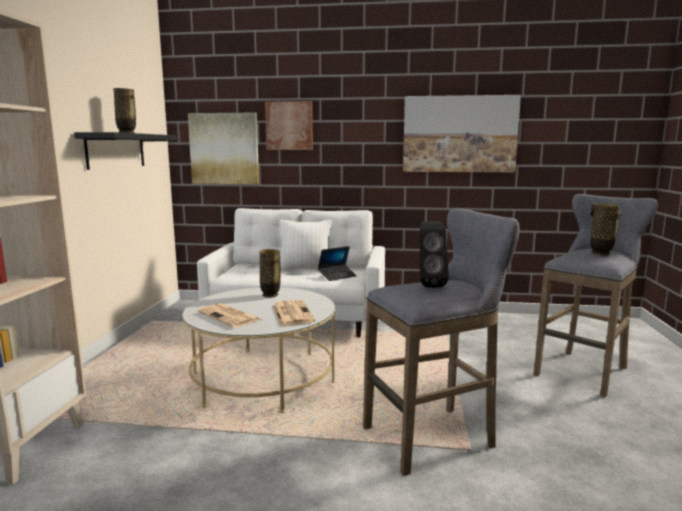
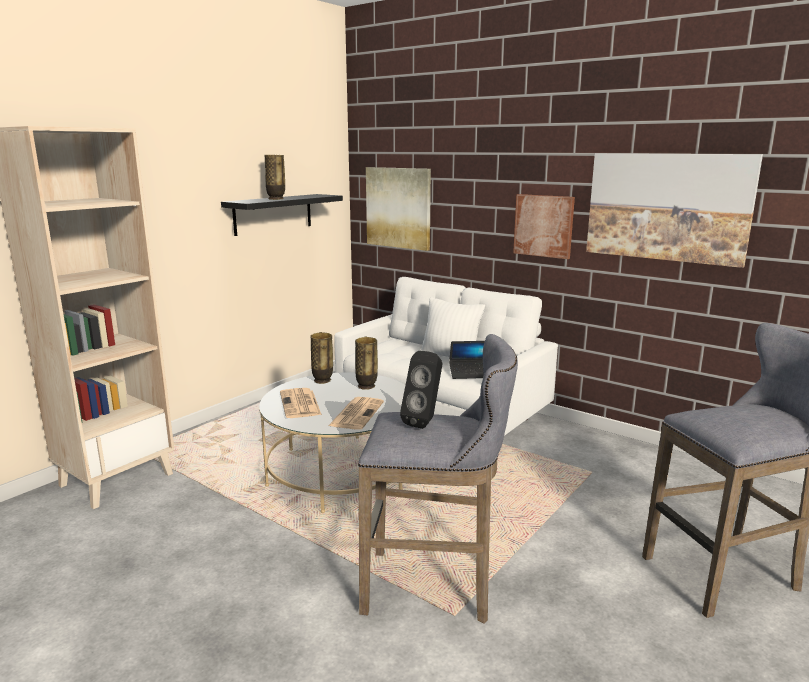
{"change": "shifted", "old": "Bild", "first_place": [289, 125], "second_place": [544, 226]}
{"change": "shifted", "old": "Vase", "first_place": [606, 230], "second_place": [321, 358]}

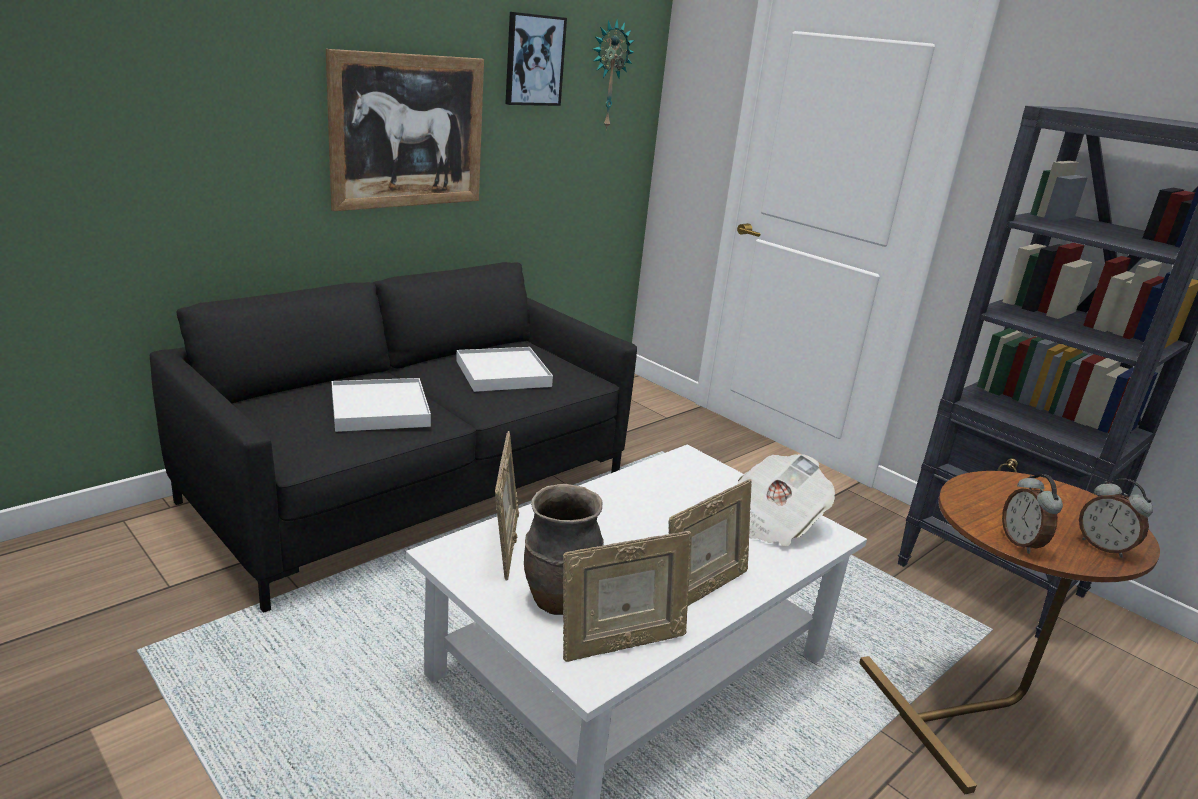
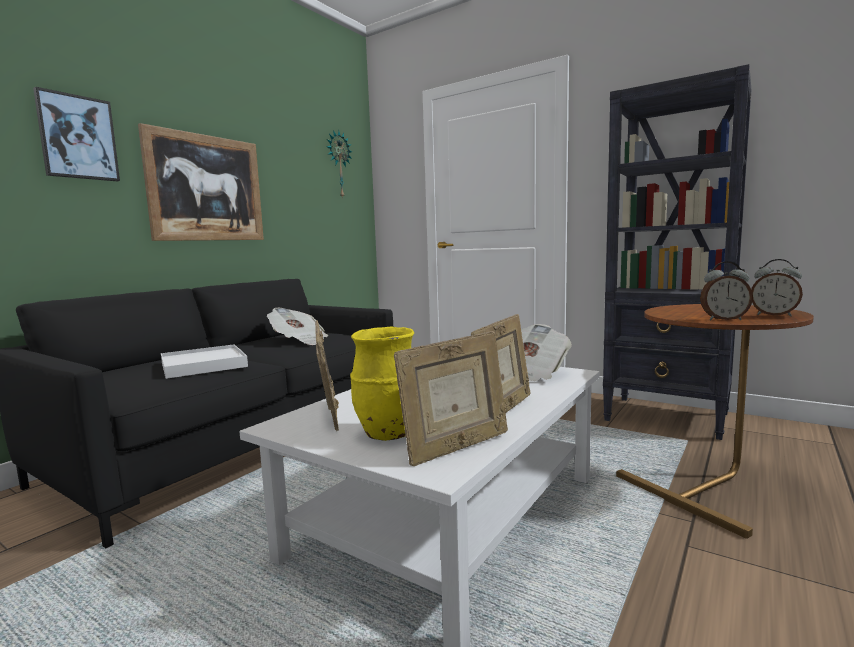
{"change": "shifted", "old": "Bild", "first_place": [536, 59], "second_place": [76, 134]}
{"change": "swapped", "old": "Tablett [weiß]", "new": "Zeitung", "first_place": [504, 369], "second_place": [297, 326]}
{"change": "repainted", "old": "Vase [braun]", "new": "Vase [gelb]", "first_place": [564, 549], "second_place": [382, 384]}
{"change": "rotated", "old": "Wecker", "first_place": [1032, 514], "second_place": [726, 290], "degrees": -60}

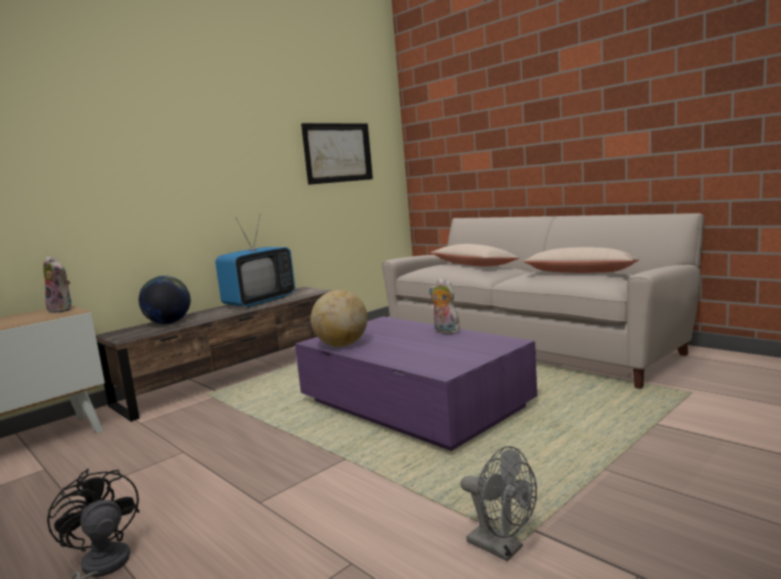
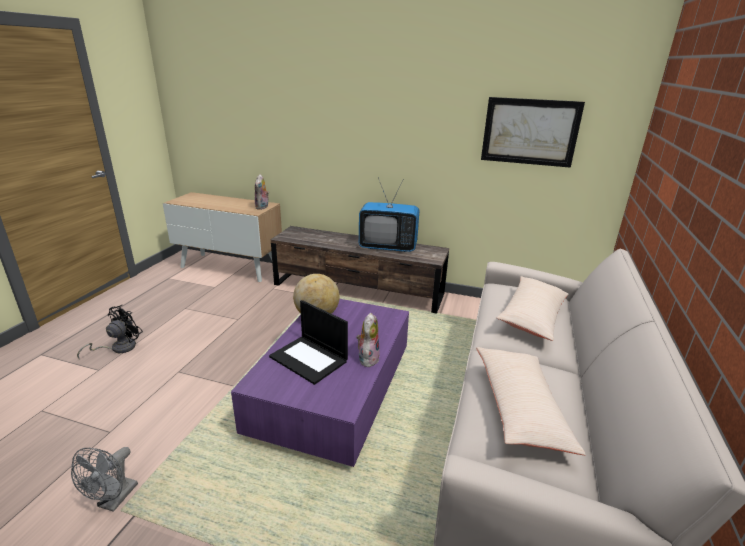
{"change": "gone", "old": "Globus", "first_place": [165, 300]}
{"change": "new", "new": "Laptop", "second_place": [308, 342]}

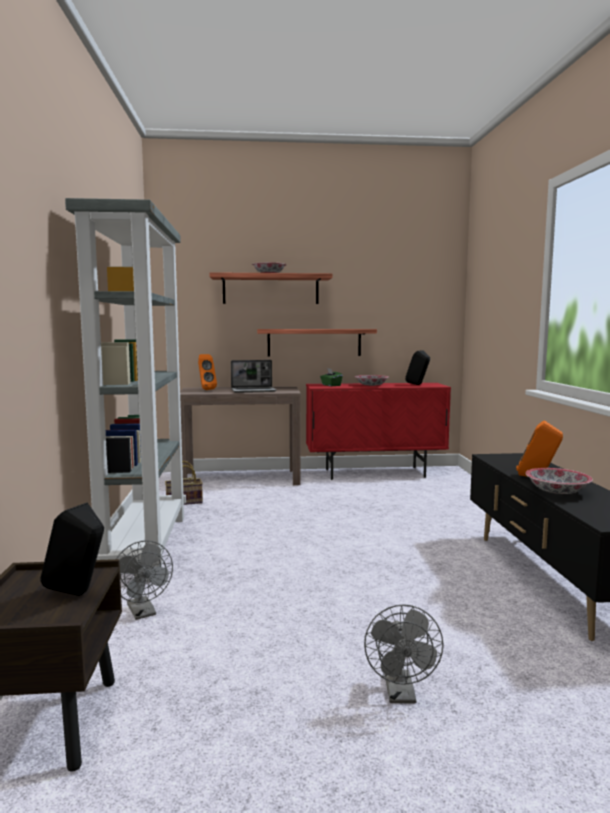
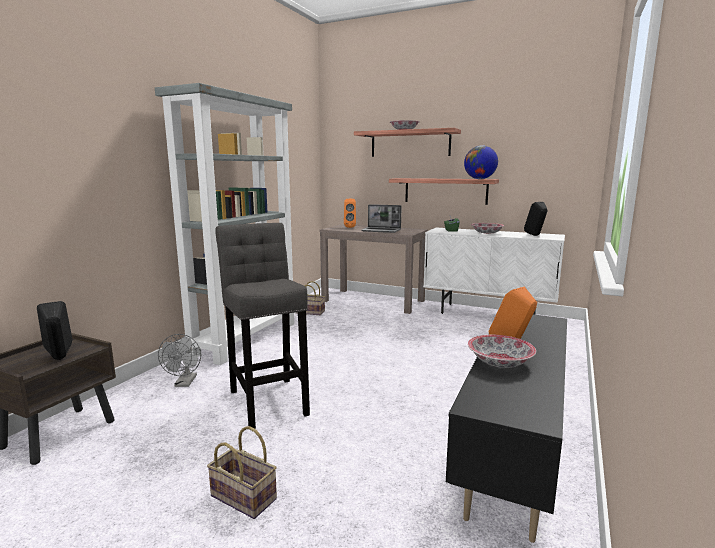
{"change": "new", "new": "Hocker [grau]", "second_place": [262, 326]}
{"change": "new", "new": "Globus", "second_place": [481, 162]}
{"change": "swapped", "old": "Ventilator [grau]", "new": "Korb", "first_place": [404, 654], "second_place": [242, 472]}
{"change": "repainted", "old": "Schrank [rot]", "new": "Schrank [weiß]", "first_place": [378, 431], "second_place": [494, 271]}

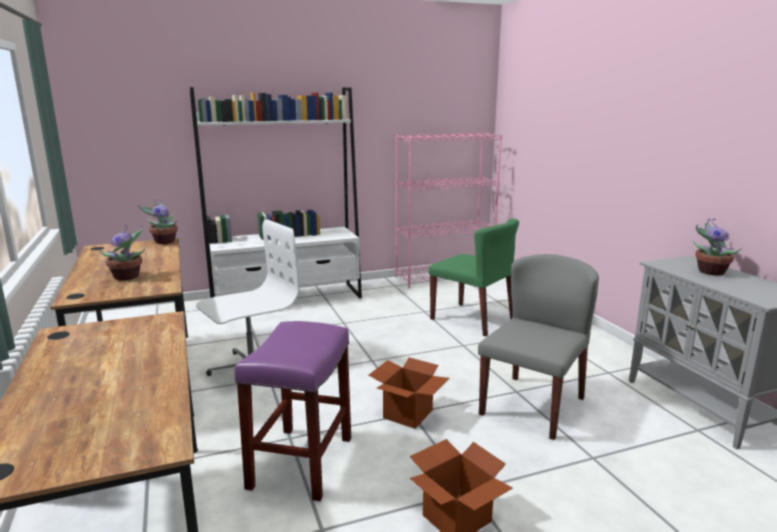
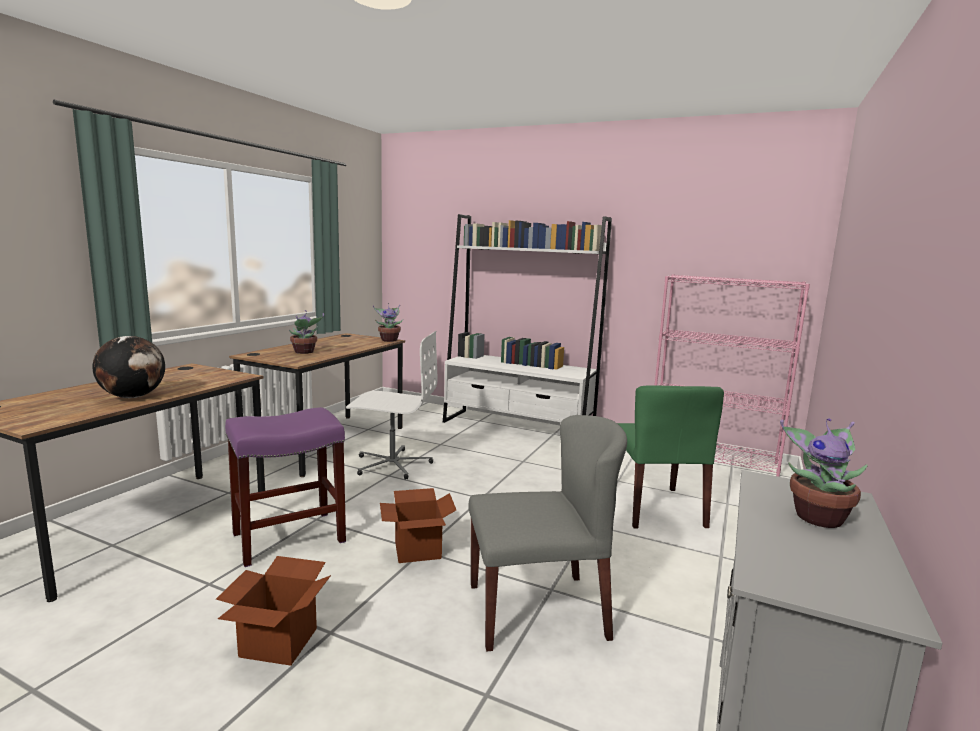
{"change": "new", "new": "Globus", "second_place": [128, 367]}

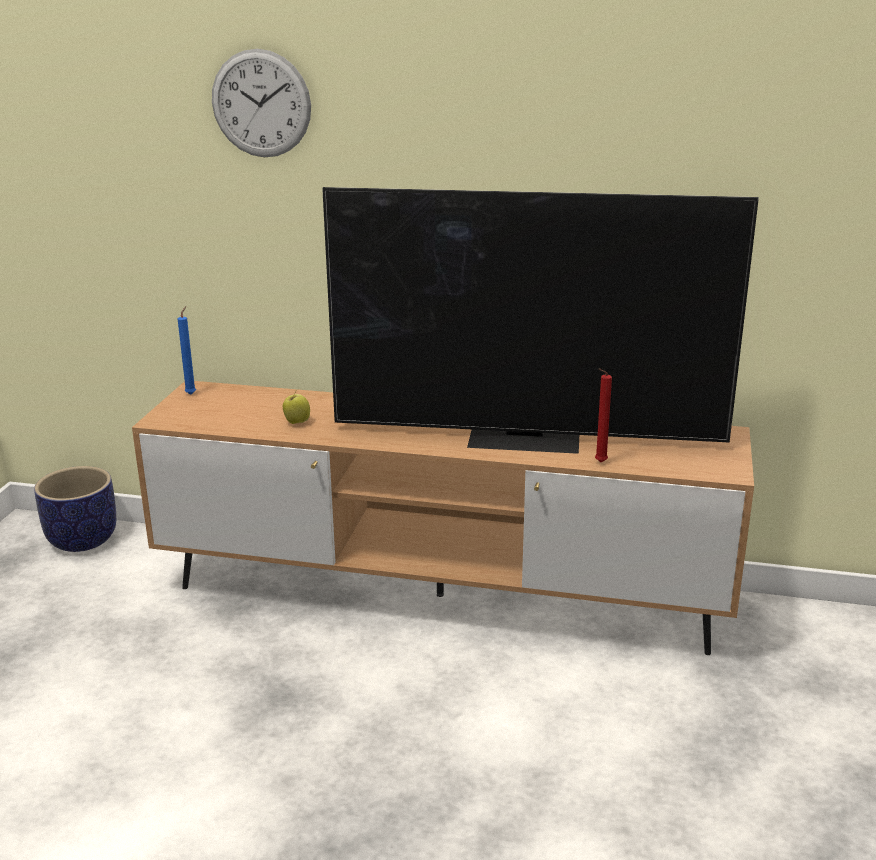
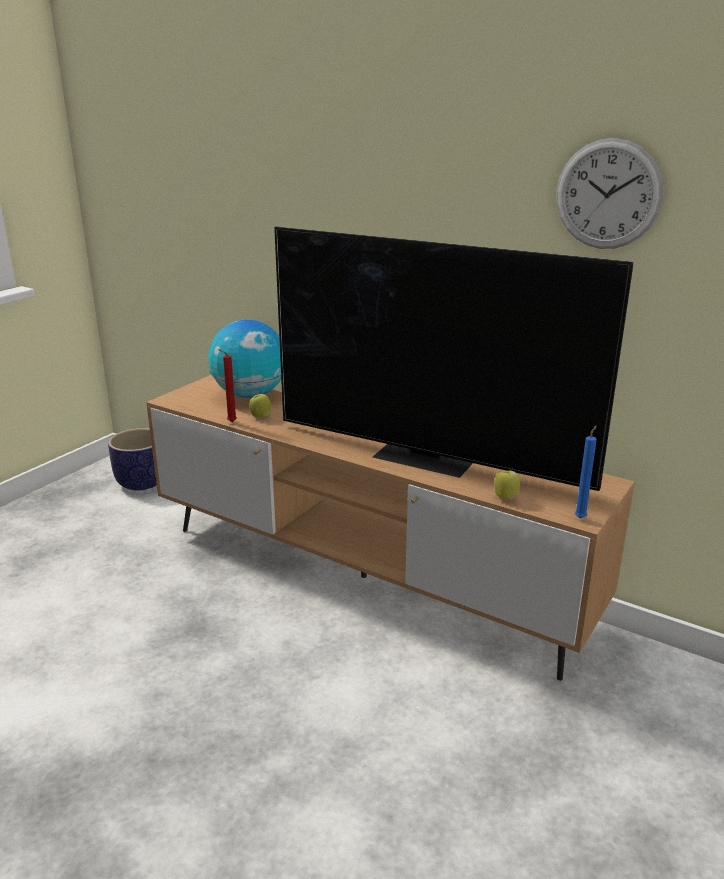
{"change": "new", "new": "Globus", "second_place": [244, 358]}
{"change": "new", "new": "Apfel", "second_place": [507, 485]}
{"change": "shifted", "old": "Kerze [blau]", "first_place": [187, 350], "second_place": [586, 472]}
{"change": "shifted", "old": "Wanduhr", "first_place": [261, 103], "second_place": [609, 193]}
{"change": "shifted", "old": "Kerze [rot]", "first_place": [603, 415], "second_place": [227, 385]}

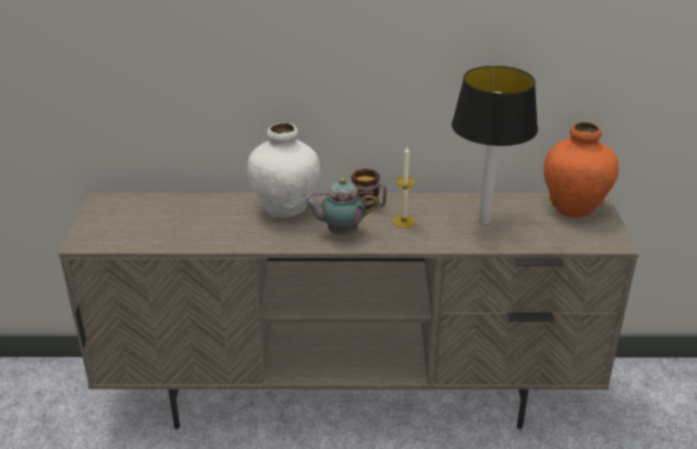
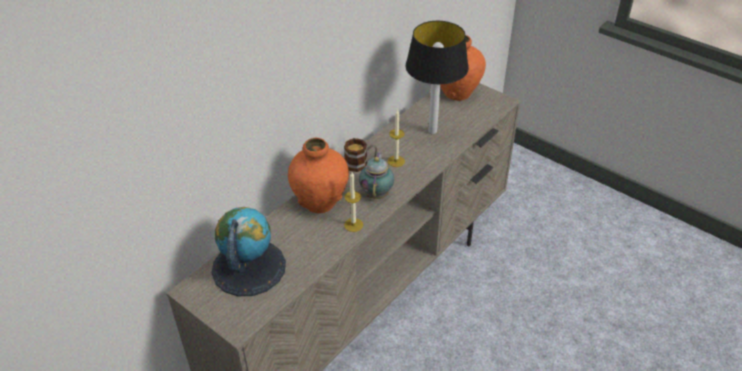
{"change": "new", "new": "Globus", "second_place": [249, 251]}
{"change": "new", "new": "Kerze", "second_place": [353, 202]}
{"change": "repainted", "old": "Vase [weiß]", "new": "Vase [orange]", "first_place": [283, 170], "second_place": [318, 175]}
{"change": "rotated", "old": "Teekanne", "first_place": [341, 206], "second_place": [376, 175], "degrees": 150}

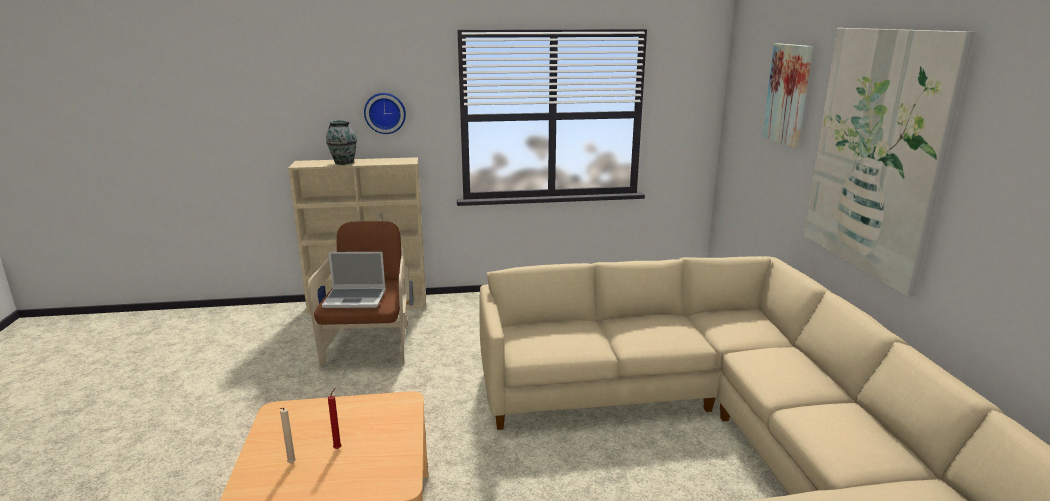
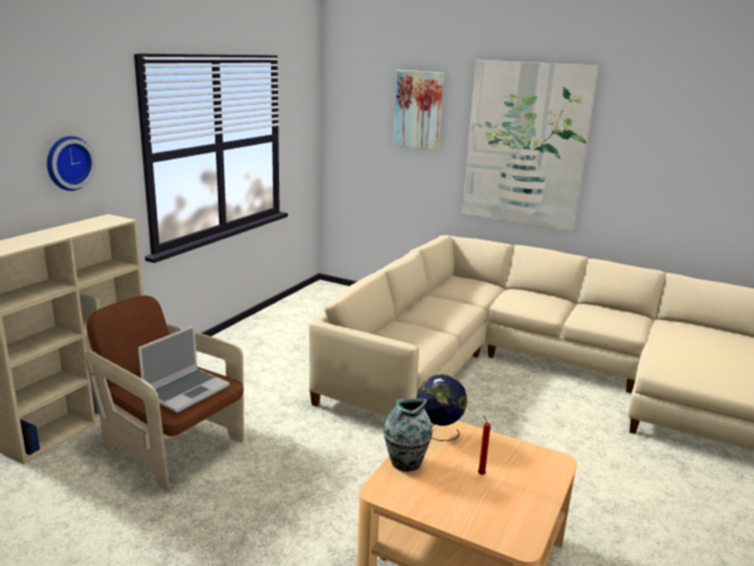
{"change": "gone", "old": "Kerze [beige]", "first_place": [288, 435]}
{"change": "new", "new": "Globus", "second_place": [441, 407]}
{"change": "shifted", "old": "Vase", "first_place": [341, 142], "second_place": [408, 435]}

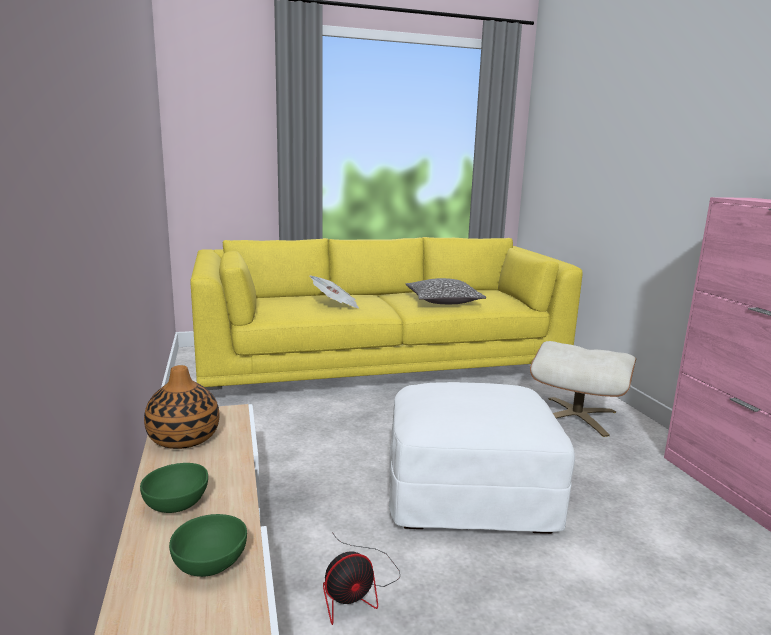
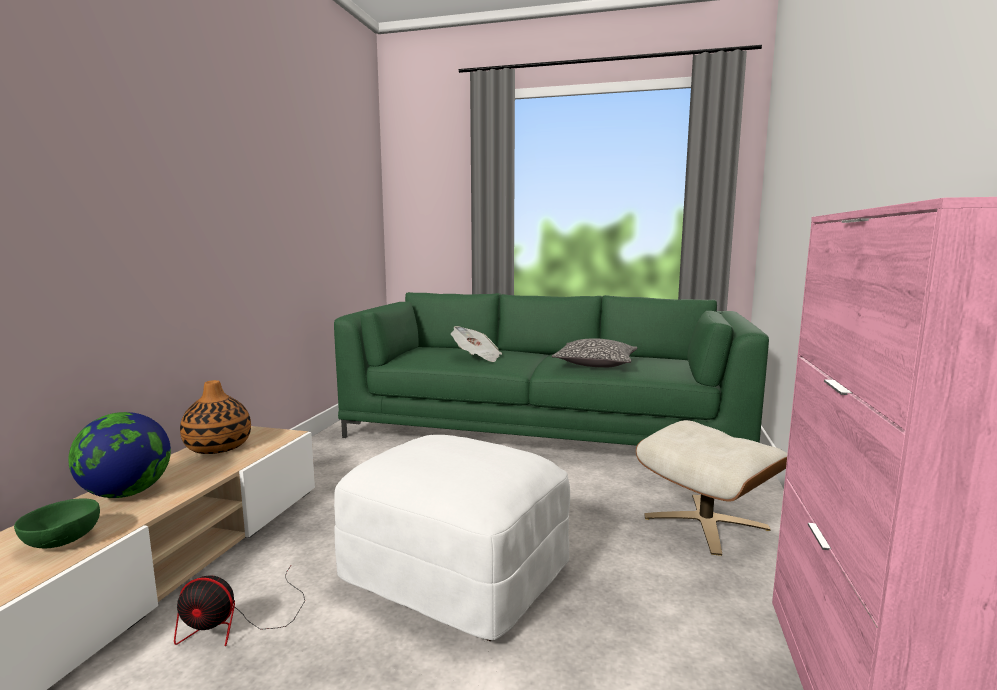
{"change": "swapped", "old": "Schüssel [grün]", "new": "Globus", "first_place": [174, 488], "second_place": [119, 455]}
{"change": "repainted", "old": "Sofa [gelb]", "new": "Sofa [grün]", "first_place": [386, 313], "second_place": [551, 369]}

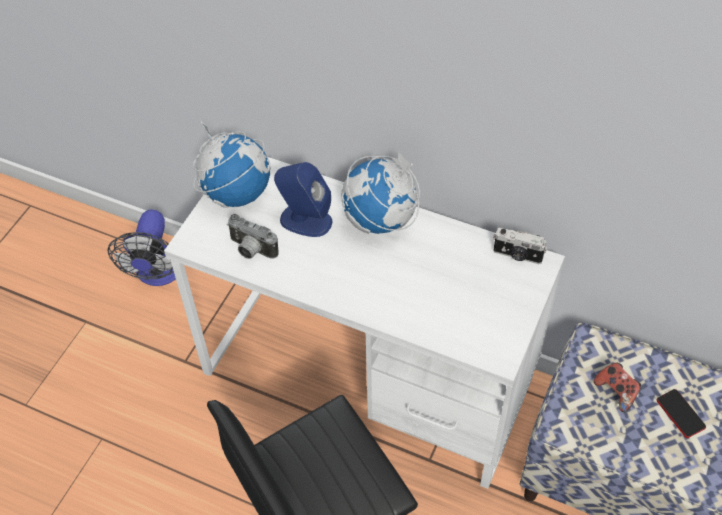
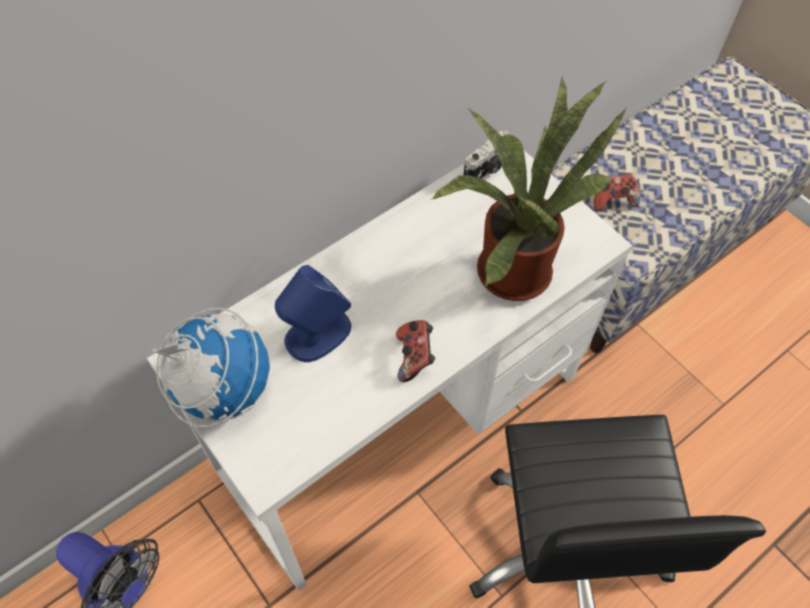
{"change": "gone", "old": "Kamera", "first_place": [253, 236]}
{"change": "gone", "old": "Globus", "first_place": [380, 193]}
{"change": "gone", "old": "Handy", "first_place": [681, 413]}
{"change": "new", "new": "Gamepad", "second_place": [415, 351]}
{"change": "new", "new": "Topfpflanze", "second_place": [529, 188]}

